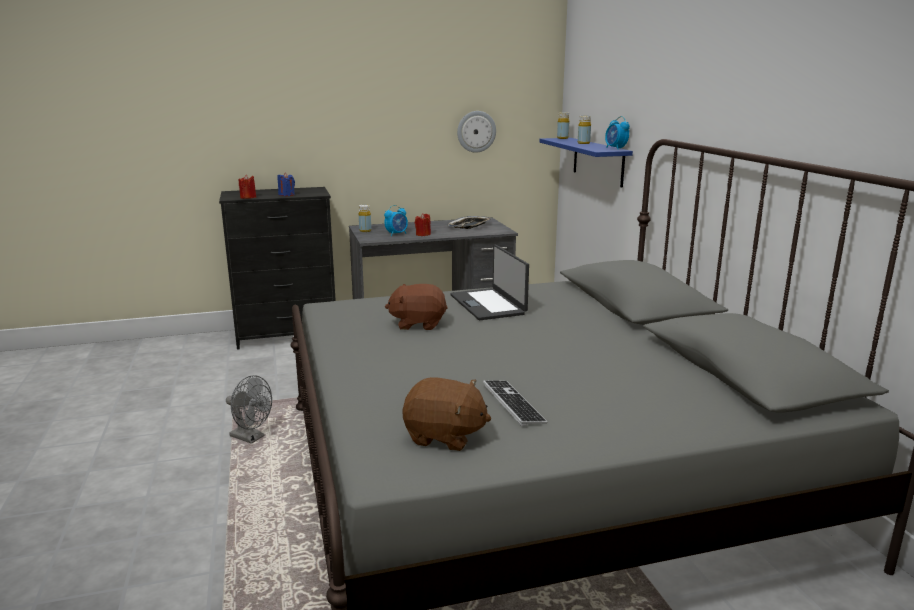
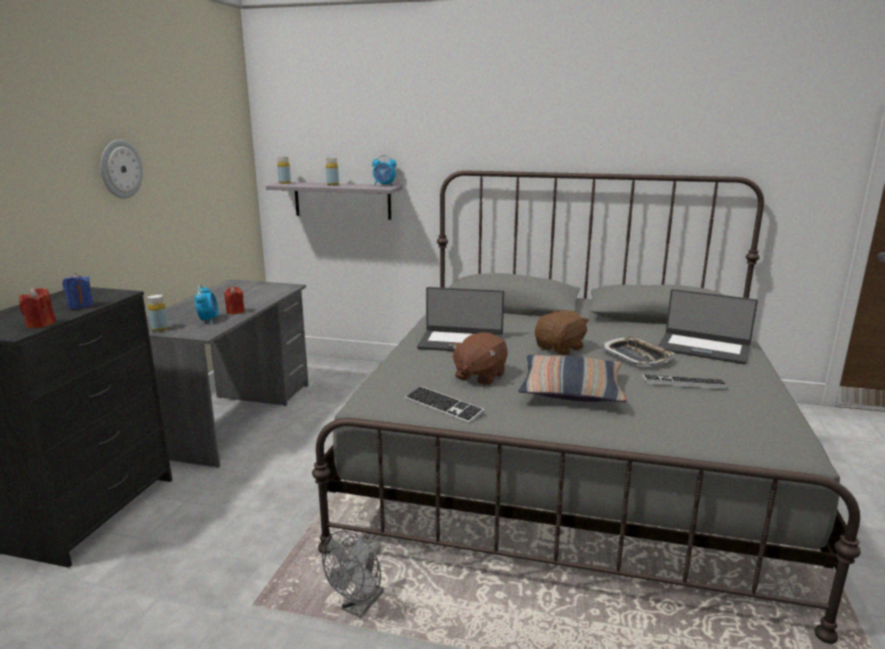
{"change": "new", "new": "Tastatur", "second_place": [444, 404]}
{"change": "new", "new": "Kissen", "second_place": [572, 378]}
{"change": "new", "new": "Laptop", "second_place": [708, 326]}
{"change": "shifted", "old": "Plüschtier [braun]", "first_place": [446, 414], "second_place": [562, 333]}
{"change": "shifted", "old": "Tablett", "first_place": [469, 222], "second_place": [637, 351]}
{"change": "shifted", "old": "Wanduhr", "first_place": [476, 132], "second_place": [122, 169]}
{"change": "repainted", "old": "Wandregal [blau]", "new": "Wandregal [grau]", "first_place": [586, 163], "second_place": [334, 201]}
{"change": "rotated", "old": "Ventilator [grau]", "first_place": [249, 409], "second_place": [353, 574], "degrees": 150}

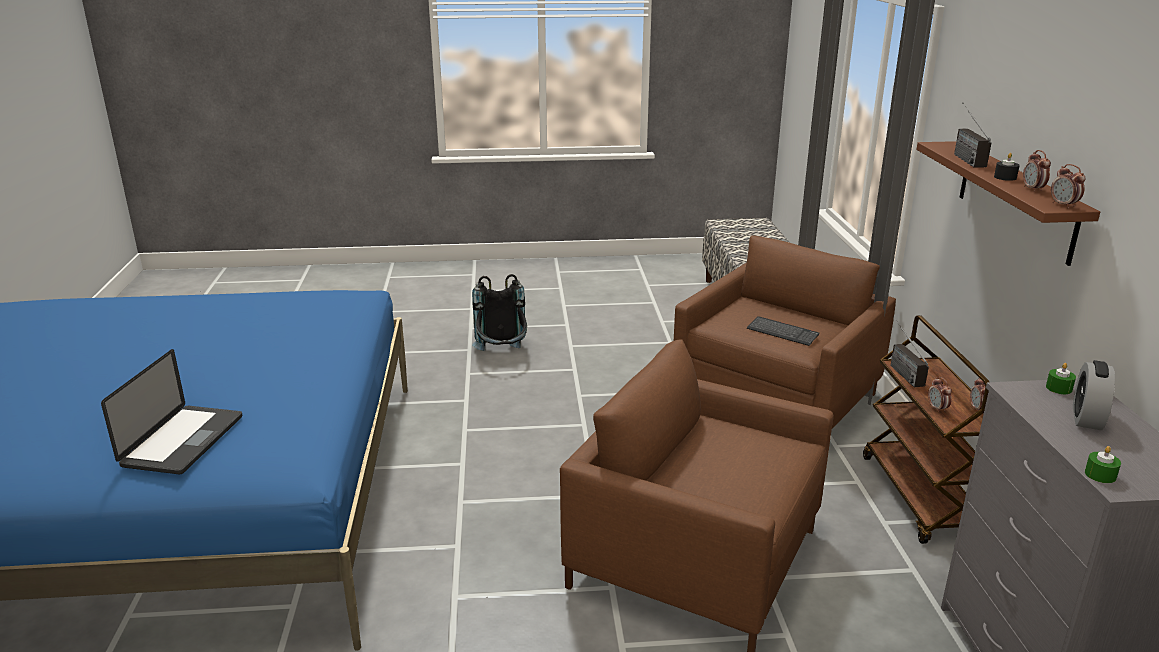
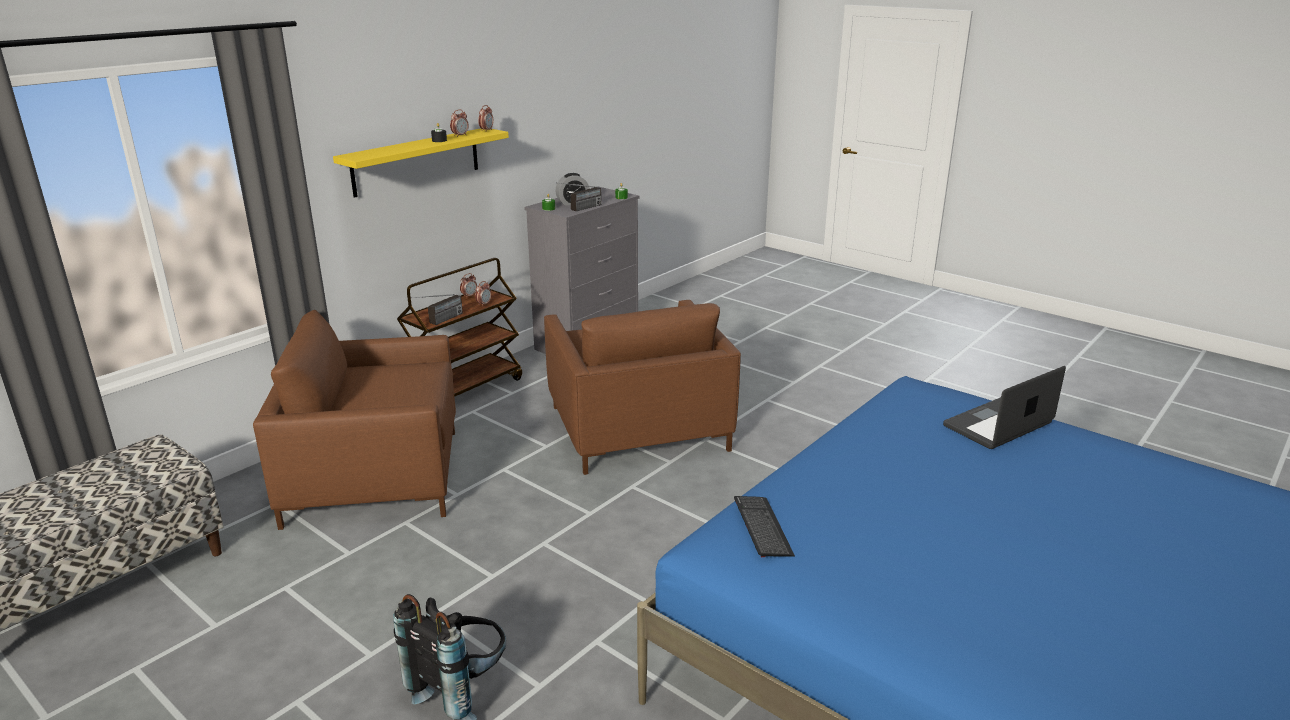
{"change": "shifted", "old": "Tastatur", "first_place": [783, 331], "second_place": [764, 526]}
{"change": "shifted", "old": "Radio", "first_place": [972, 135], "second_place": [580, 197]}
{"change": "repainted", "old": "Wandregal [braun]", "new": "Wandregal [gelb]", "first_place": [1008, 203], "second_place": [421, 163]}

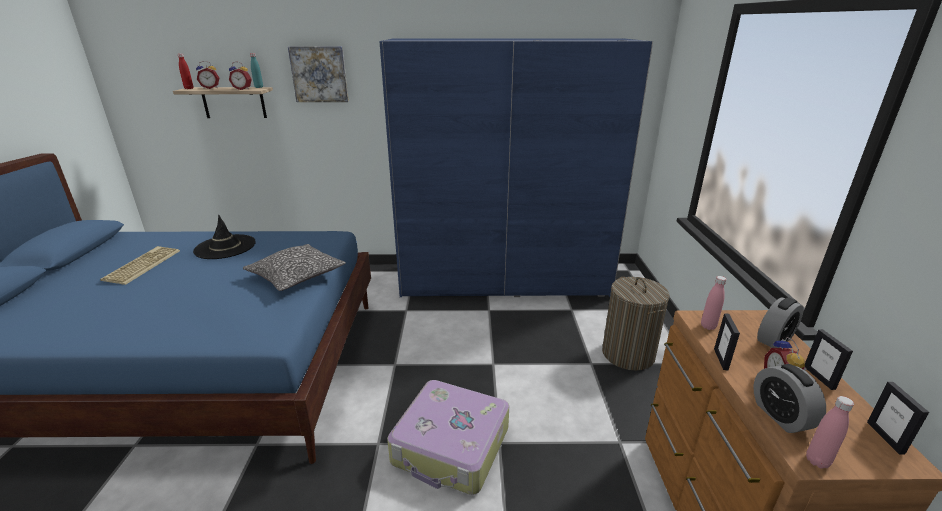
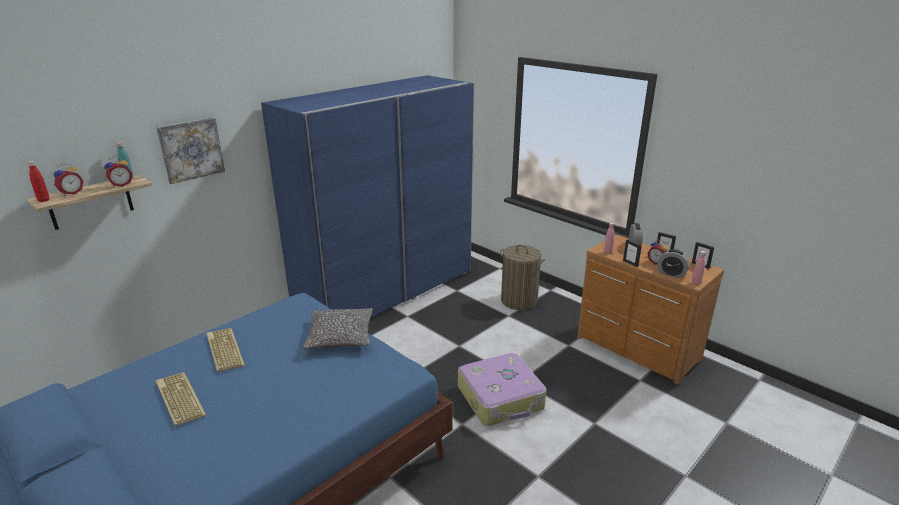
{"change": "swapped", "old": "Hut [schwarz]", "new": "Tastatur", "first_place": [224, 237], "second_place": [225, 350]}

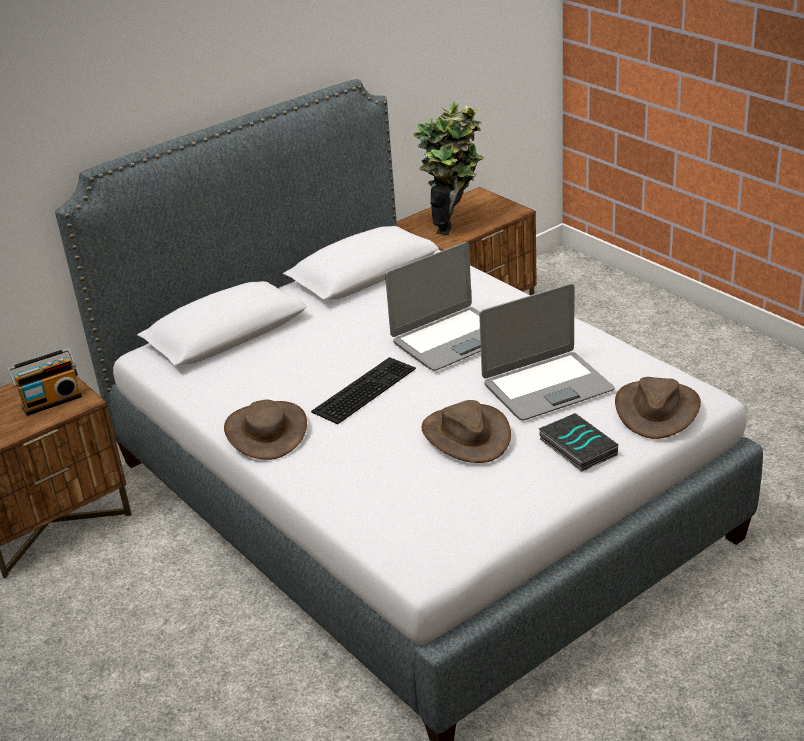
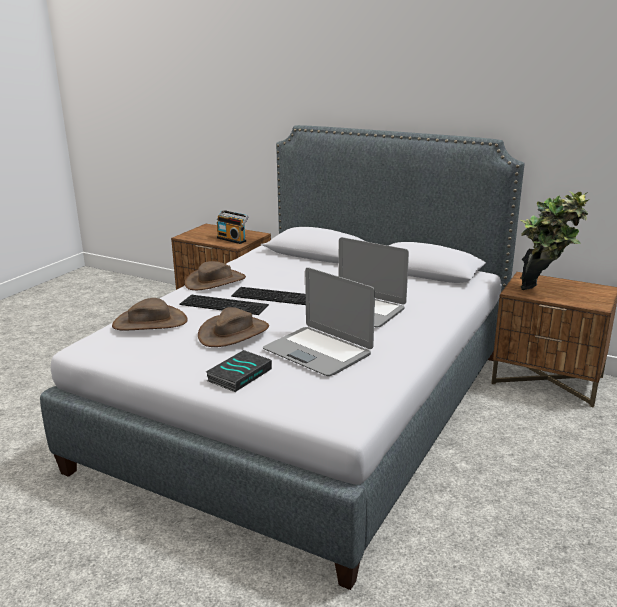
{"change": "new", "new": "Tastatur", "second_place": [224, 305]}
{"change": "shifted", "old": "Hut [braun]", "first_place": [658, 408], "second_place": [150, 314]}

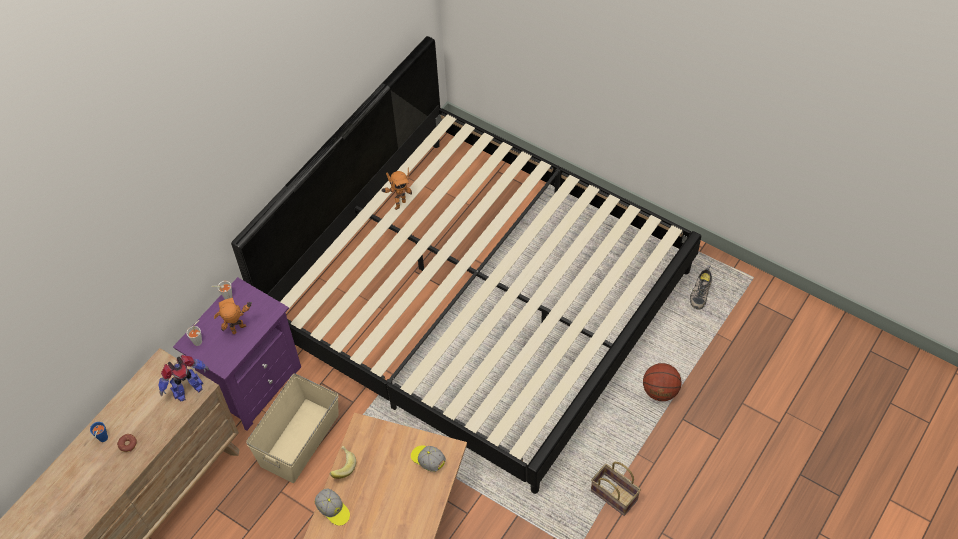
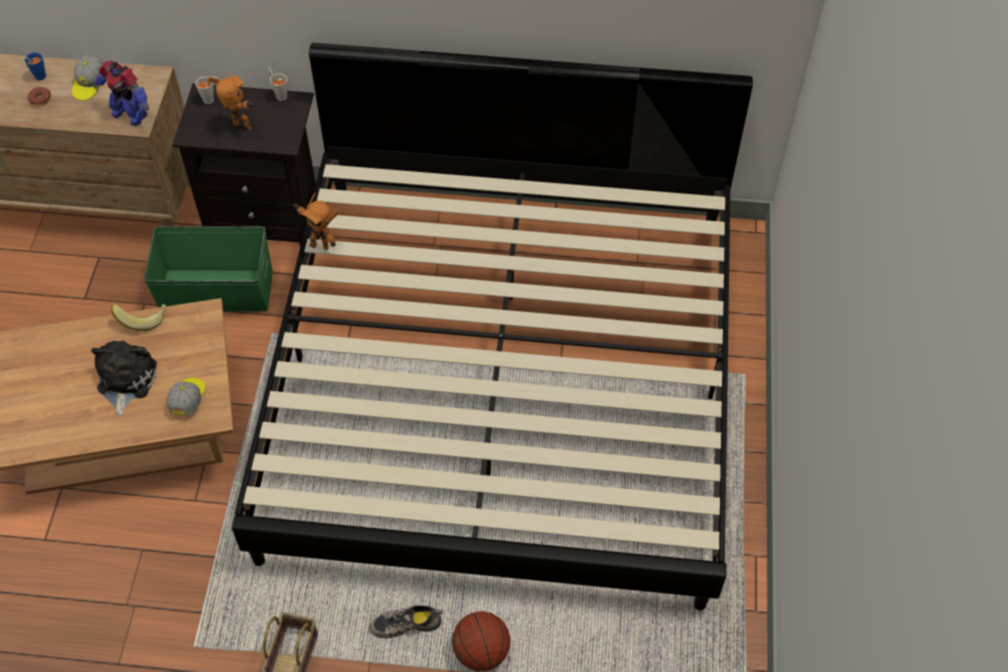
{"change": "new", "new": "Plüschtier", "second_place": [124, 378]}
{"change": "shifted", "old": "Kappe", "first_place": [332, 507], "second_place": [88, 77]}
{"change": "shifted", "old": "Spielzeugroboter", "first_place": [397, 189], "second_place": [316, 221]}
{"change": "shifted", "old": "Schuh", "first_place": [701, 287], "second_place": [406, 621]}
{"change": "repainted", "old": "Nachttisch [lila]", "new": "Nachttisch [schwarz]", "first_place": [237, 354], "second_place": [244, 164]}
{"change": "repainted", "old": "Aufbewahrungsbox [beige]", "new": "Aufbewahrungsbox [grün]", "first_place": [292, 428], "second_place": [208, 268]}

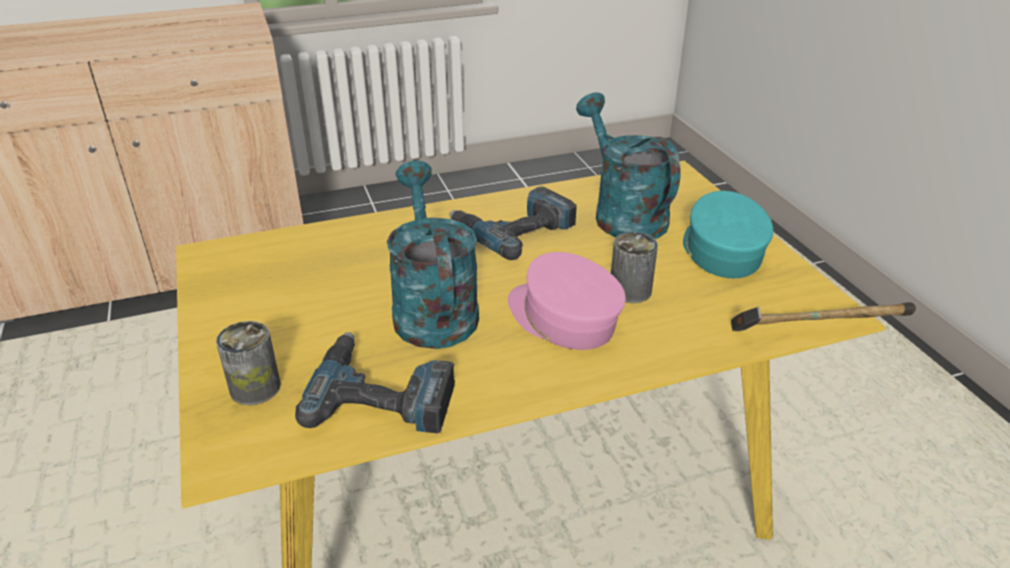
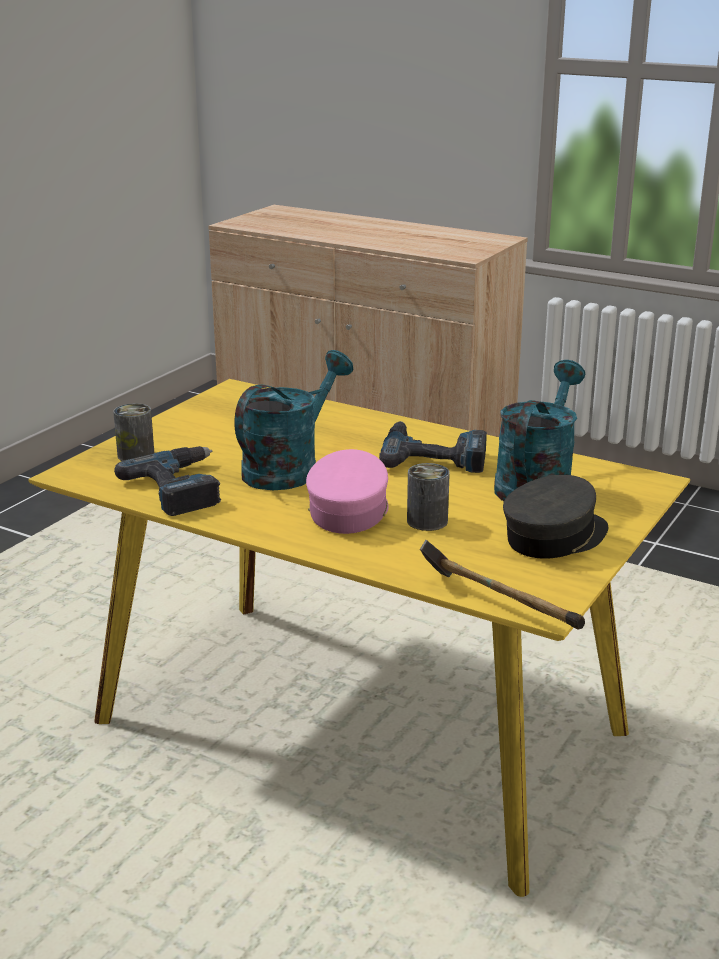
{"change": "repainted", "old": "Kappe [türkis]", "new": "Kappe [grau]", "first_place": [728, 234], "second_place": [555, 517]}

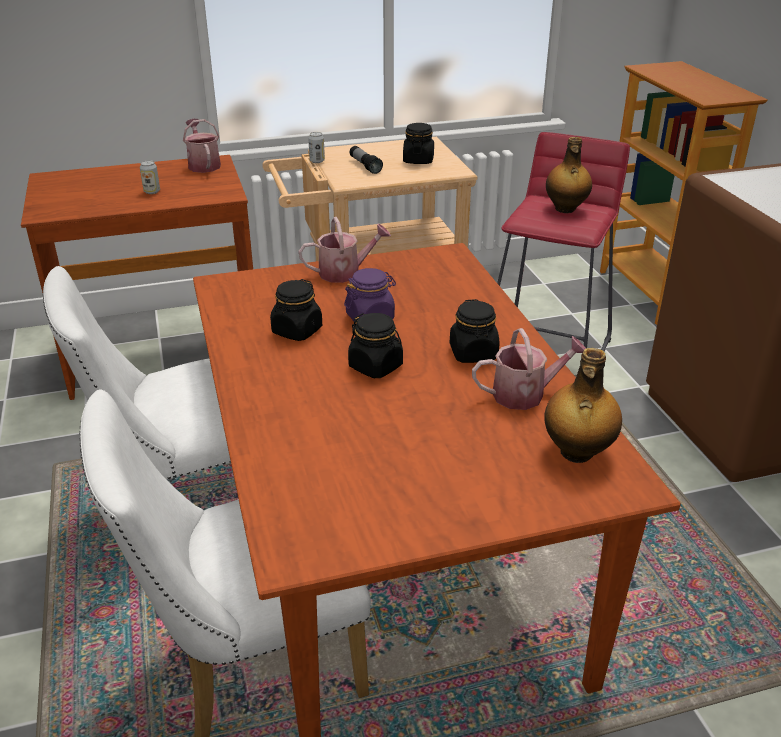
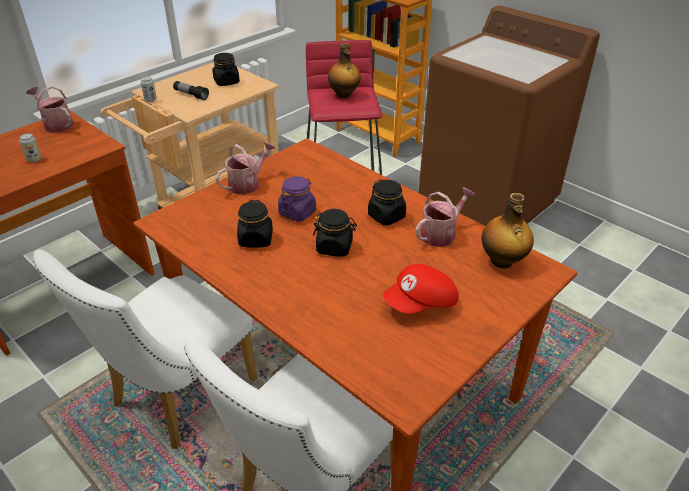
{"change": "new", "new": "Kappe [rot]", "second_place": [421, 289]}

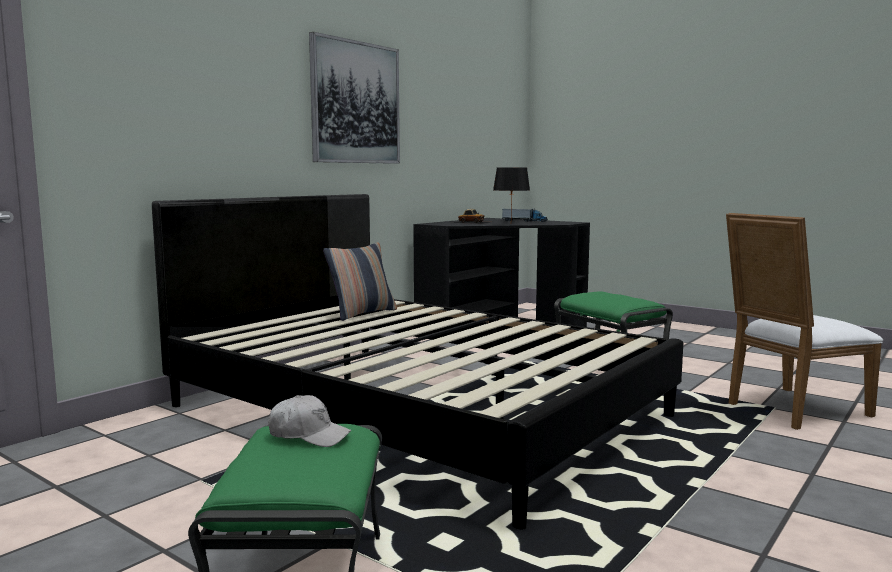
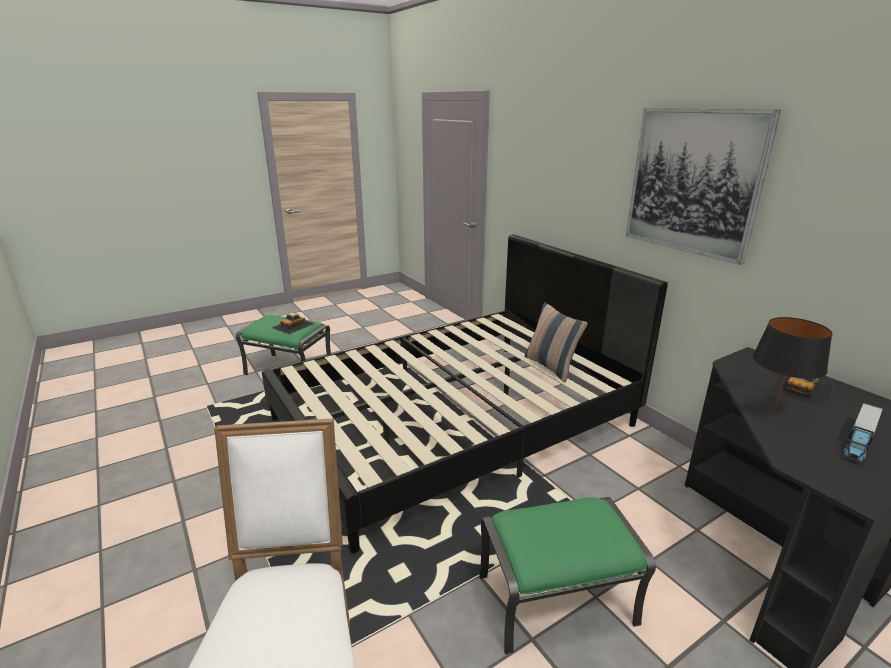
{"change": "swapped", "old": "Kappe [weiß]", "new": "Spielzeugauto", "first_place": [309, 421], "second_place": [293, 323]}

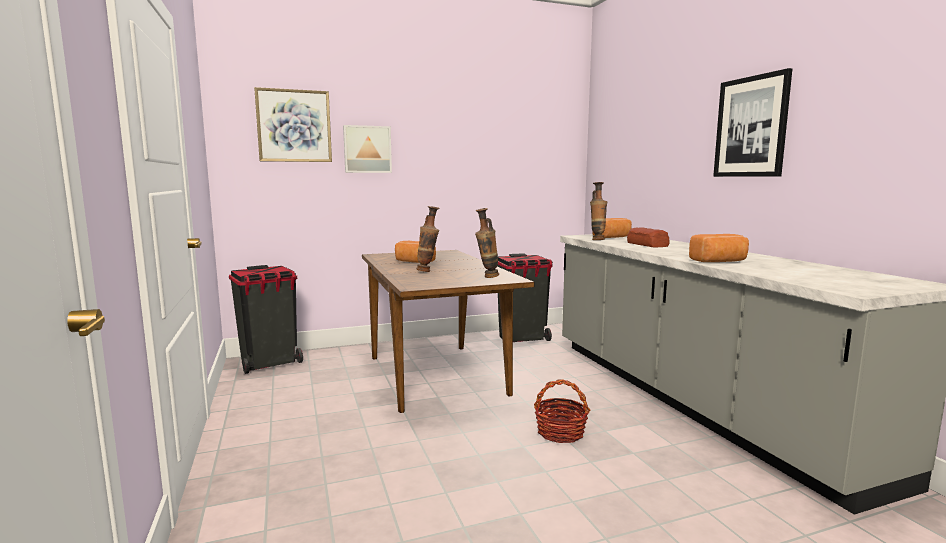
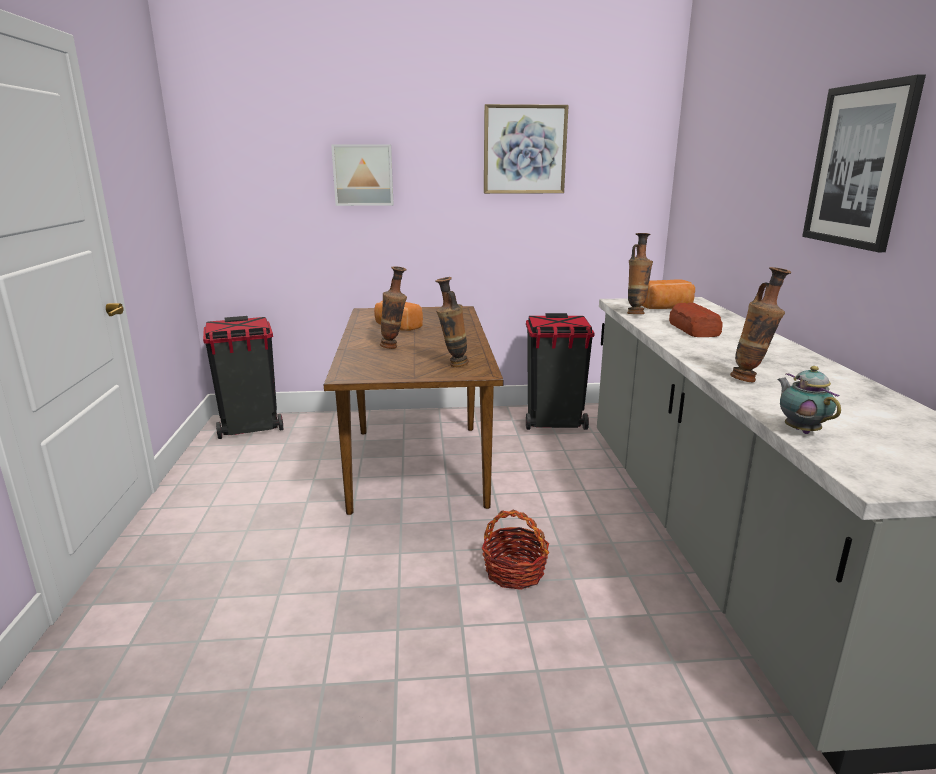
{"change": "new", "new": "Teekanne", "second_place": [809, 400]}
{"change": "shifted", "old": "Bild", "first_place": [293, 124], "second_place": [526, 149]}
{"change": "swapped", "old": "Brot", "new": "Vase", "first_place": [719, 248], "second_place": [760, 324]}

